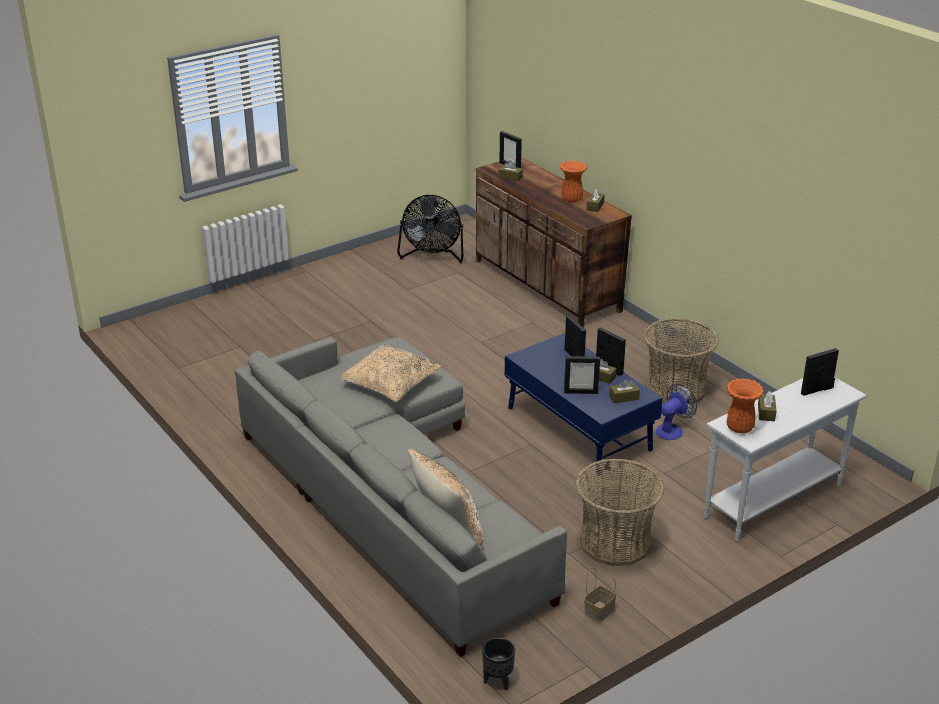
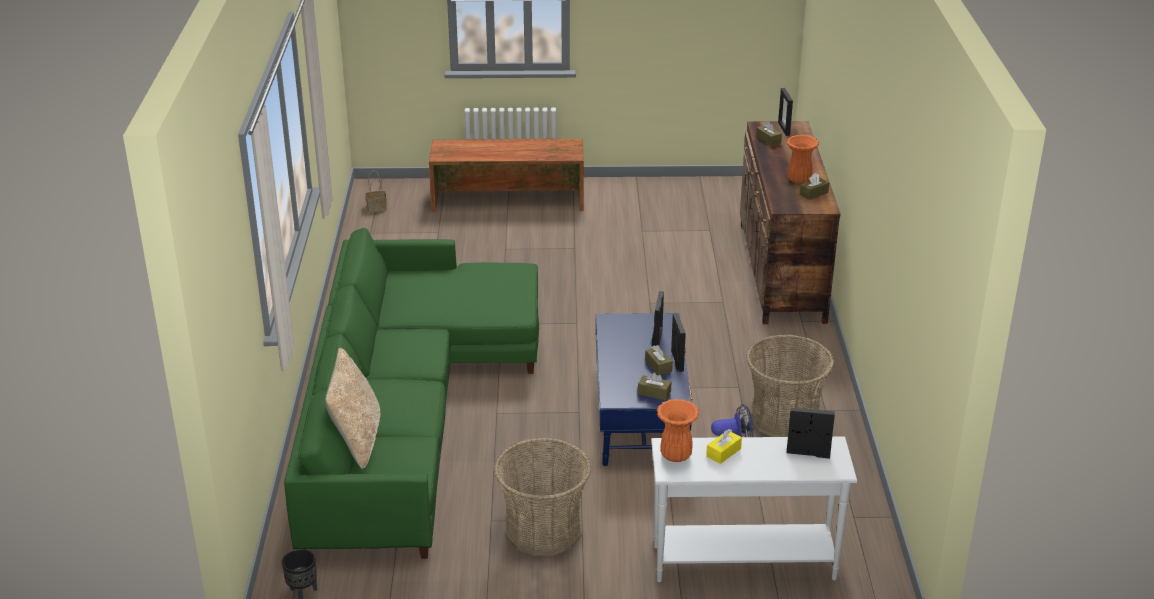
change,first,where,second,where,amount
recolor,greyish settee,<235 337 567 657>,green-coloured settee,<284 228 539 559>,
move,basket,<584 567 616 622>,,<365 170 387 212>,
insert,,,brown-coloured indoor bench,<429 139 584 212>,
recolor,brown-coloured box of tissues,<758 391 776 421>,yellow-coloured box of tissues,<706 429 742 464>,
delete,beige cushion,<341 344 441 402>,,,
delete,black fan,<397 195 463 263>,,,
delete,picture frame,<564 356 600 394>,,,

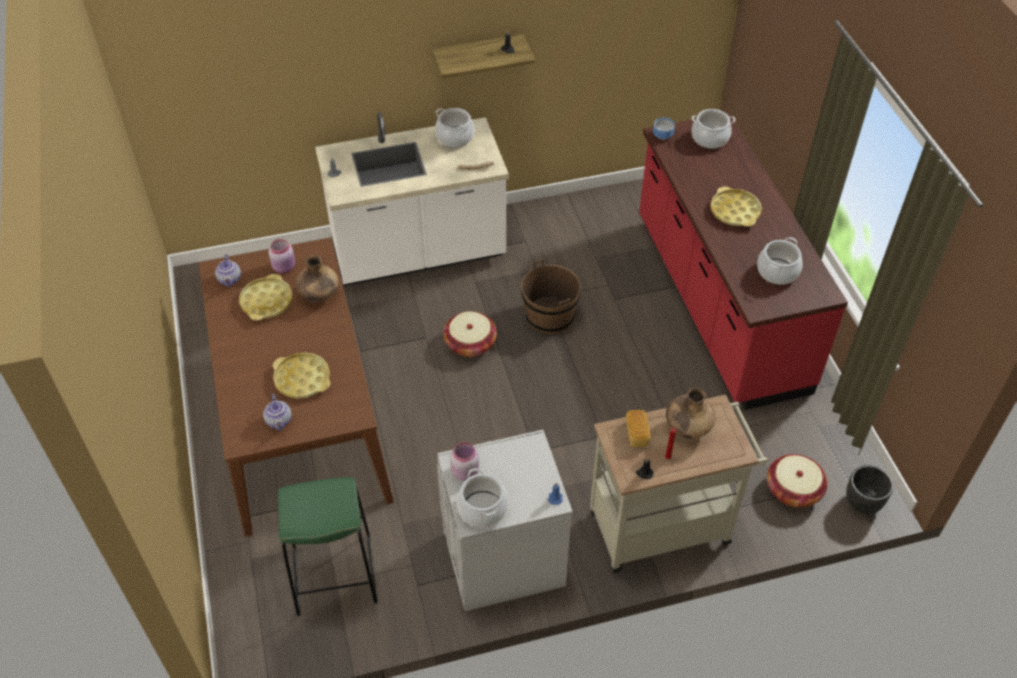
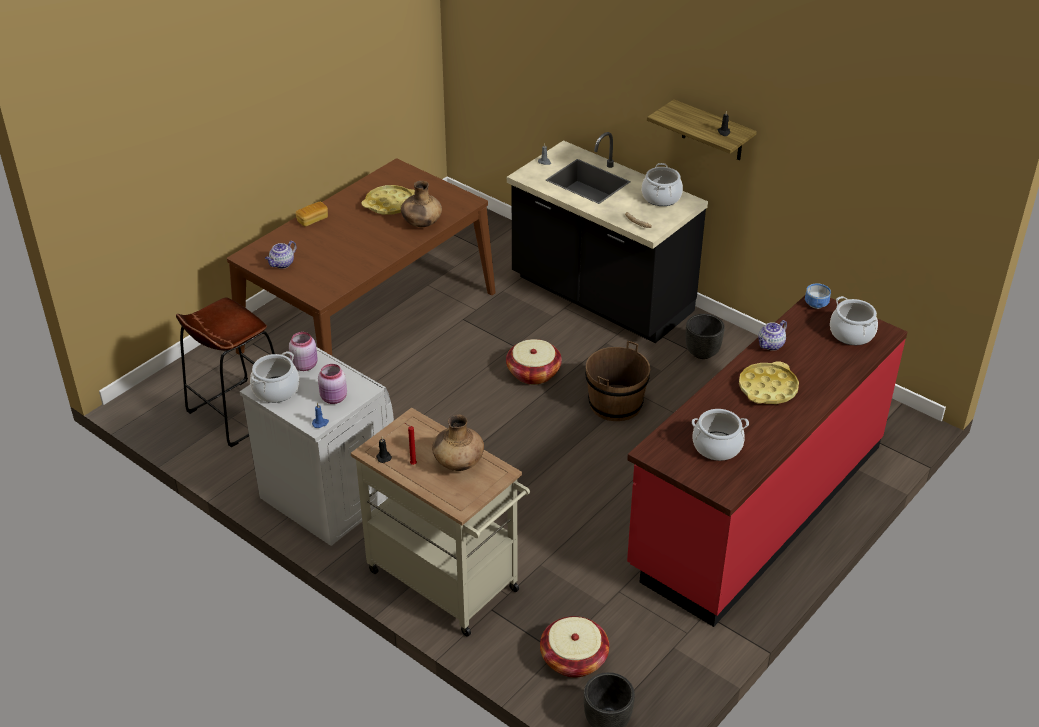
change,first,where,second,where,amount
recolor,green-coloured stool seat,<278 477 378 616>,brown-coloured stool seat,<176 297 275 447>,
move,bakery bread,<626 410 651 447>,,<296 202 328 226>,
move,pinkish preserve jar,<269 239 295 274>,,<318 364 347 404>,
recolor,white kitchen counter,<315 112 509 286>,black kitchen counter,<507 132 708 343>,
insert,,,black planter,<685 314 725 359>,
move,tea pot,<215 255 241 287>,,<758 320 787 351>,
delete,yellow-coloured tray,<273 352 331 399>,,,

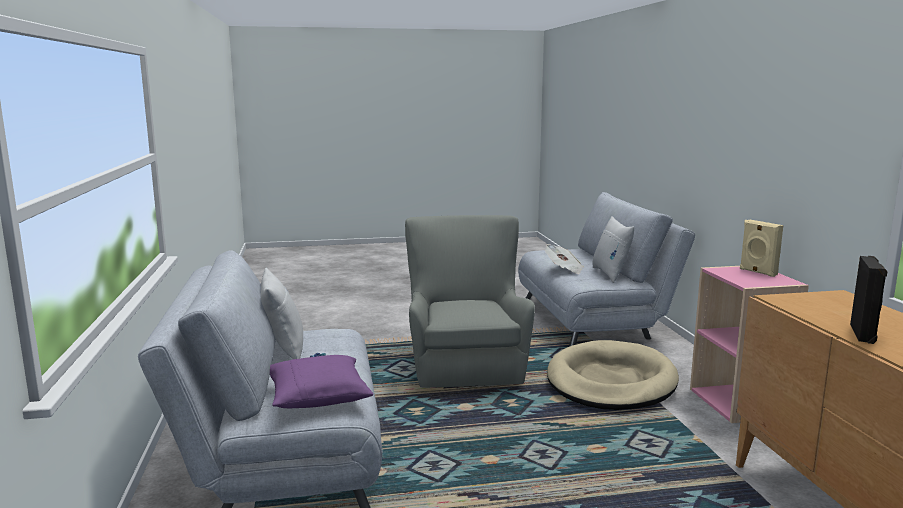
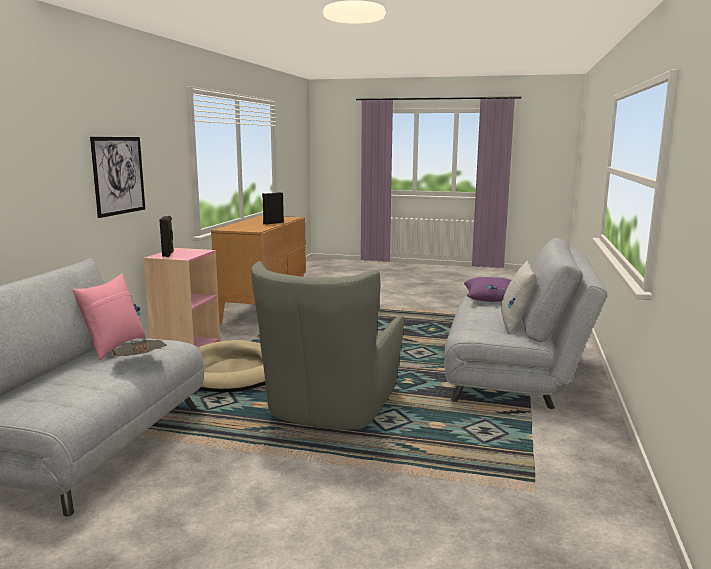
change,first,where,second,where,amount
recolor,greyish cushion,<593 216 634 283>,pinkish cushion,<72 274 146 360>,
insert,,,wall art,<90 137 145 218>,
recolor,beige speaker,<740 220 783 277>,black speaker,<160 216 174 257>,

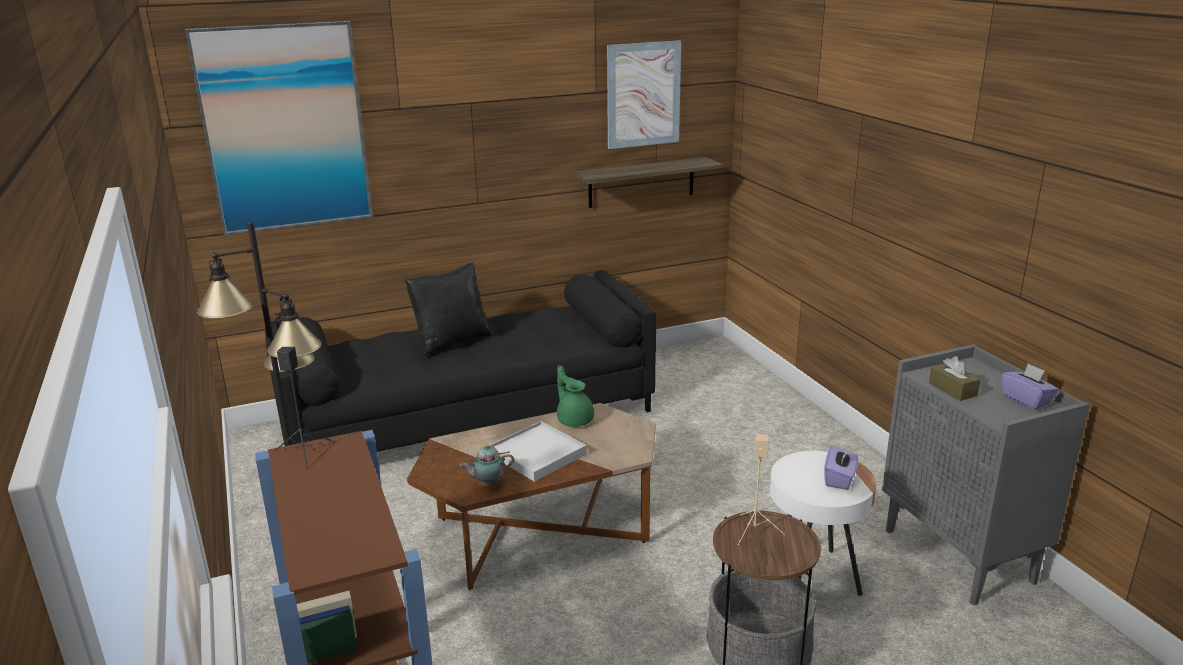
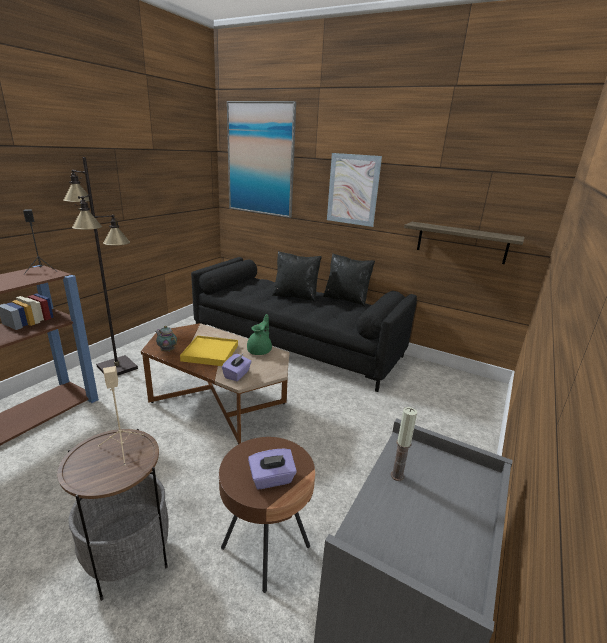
change,first,where,second,where,amount
recolor,white tray,<490 421 587 482>,yellow-coloured tray,<180 335 238 366>,
recolor,white end table,<770 451 876 596>,brown-coloured end table,<219 437 315 593>,
move,purple-coloured box of tissues,<1001 363 1058 410>,,<222 354 252 381>,
insert,,,black cushion,<323 254 375 306>,
move,wall art,<607 40 681 149>,,<327 153 382 227>,
replace,brown-coloured box of tissues,<929 356 980 401>,wax candle,<391 407 417 481>,

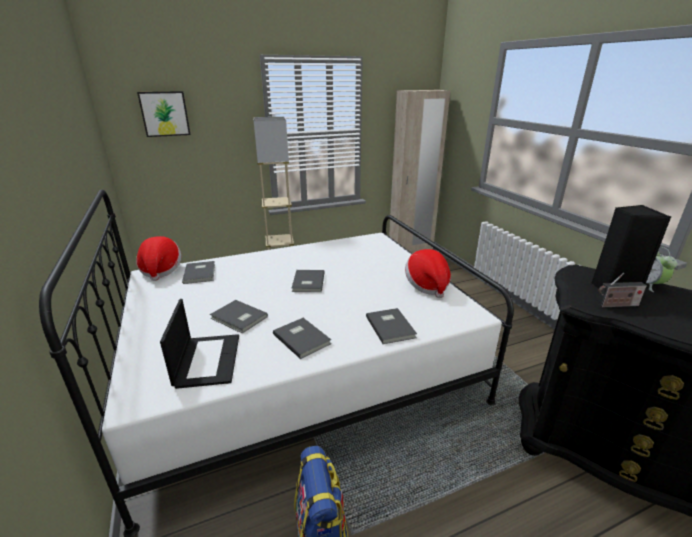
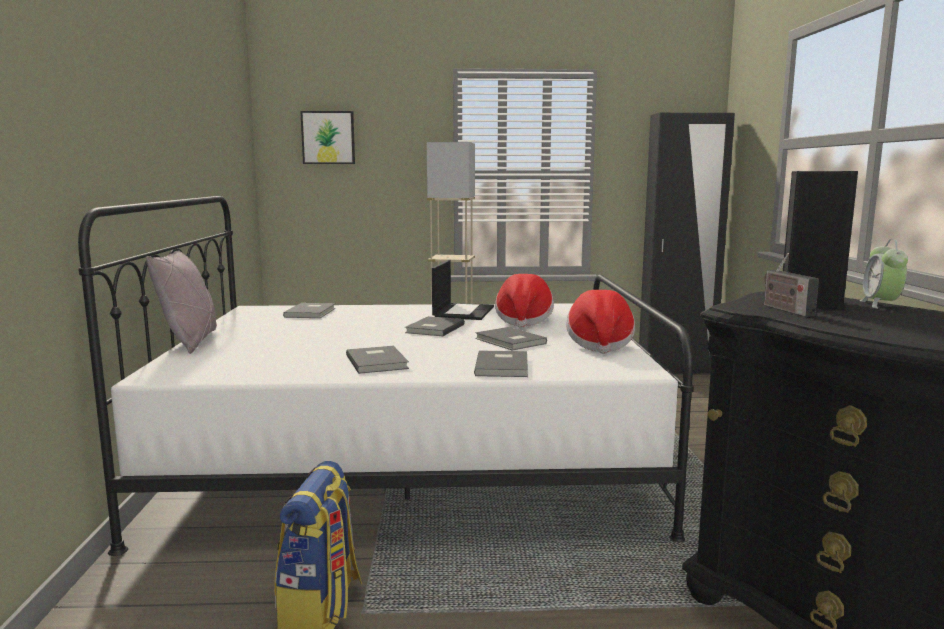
change,first,where,second,where,amount
insert,,,purple-coloured cushion,<146 248 217 354>,
move,portable computer,<160 299 239 389>,,<432 260 494 320>,
move,greyish book,<210 300 268 334>,,<475 327 547 351>,
move,hat,<136 236 181 281>,,<495 274 554 328>,
recolor,beige clothes cupboard,<389 90 450 254>,black clothes cupboard,<639 113 735 374>,
rotate,radio receiver,<597 273 647 308>,,<764 253 819 317>,60 degrees clockwise

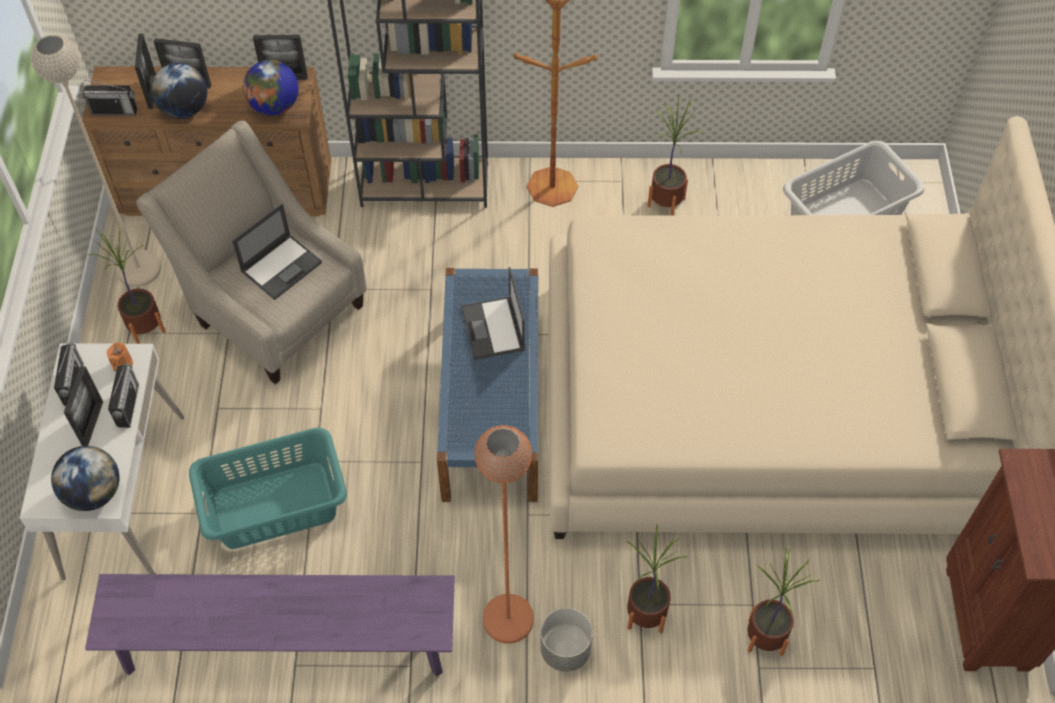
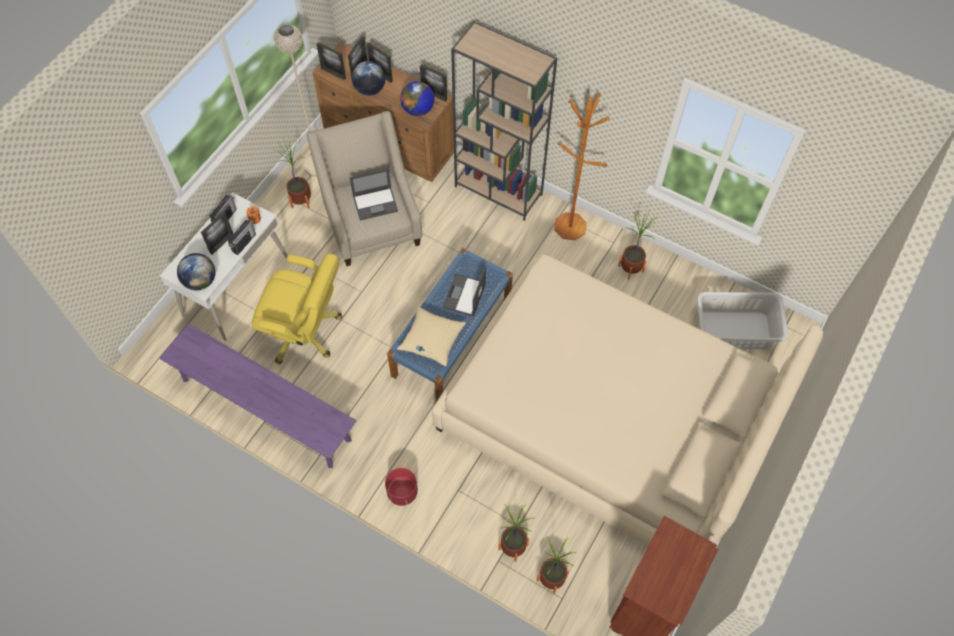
change,first,where,second,where,amount
replace,turquoise hamper,<189 428 347 549>,yellow-coloured office chair,<252 254 342 365>,
replace,radio receiver,<81 80 137 116>,picture frame,<317 42 346 80>,
recolor,greyish planter,<540 608 593 672>,red-coloured planter,<385 468 418 506>,
insert,,,beige cushion,<397 306 466 366>,
move,houseplant,<627 524 688 634>,,<537 537 576 594>,
delete,orangey standing lamp,<475 425 534 644>,,,

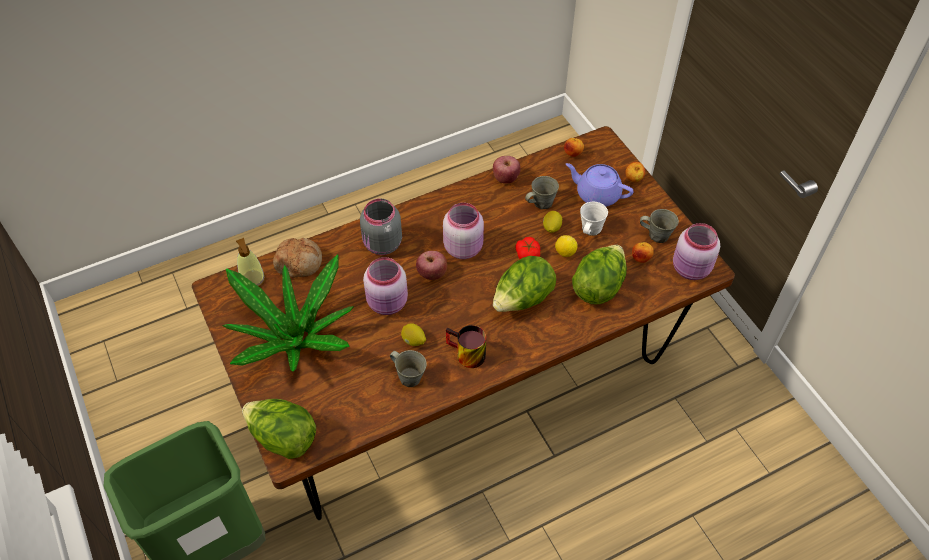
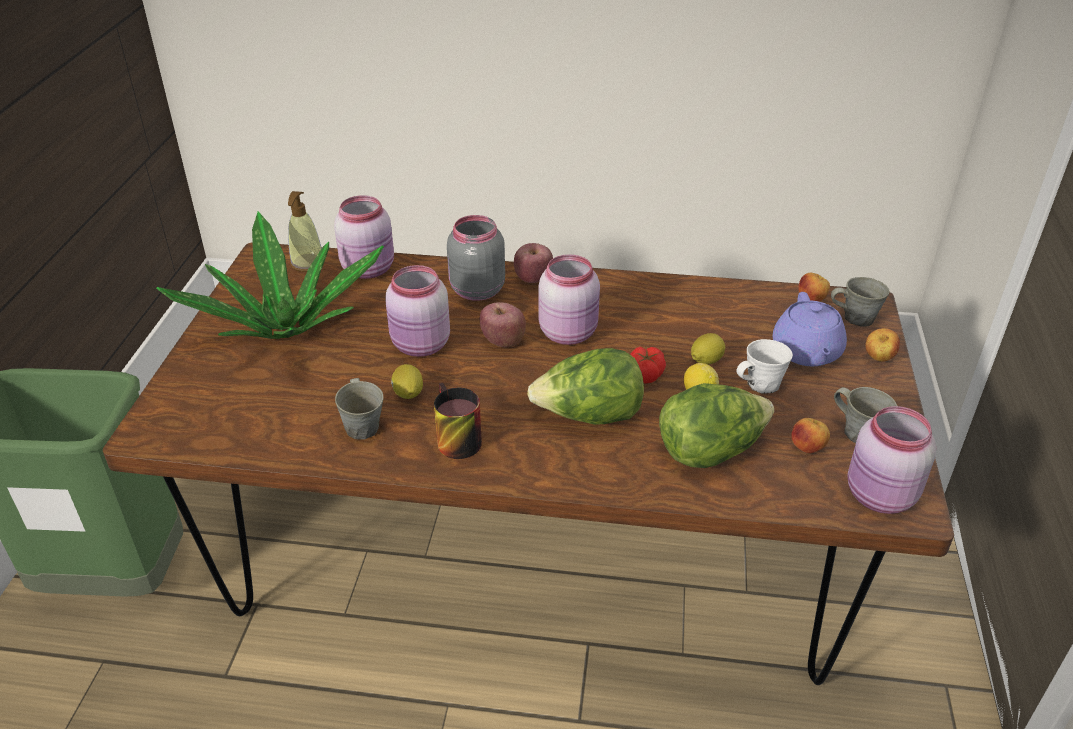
change,first,where,second,where,amount
replace,bakery bread,<273 238 322 278>,pinkish preserve jar,<334 195 394 279>,
move,apple,<493 156 521 184>,,<514 243 553 283>,
rotate,purple-coloured tea pot,<566 163 633 207>,,<773 292 847 366>,150 degrees counterclockwise
move,greyish tea mug,<525 176 559 209>,,<831 277 890 327>,
delete,head of lettuce,<242 399 316 459>,,,

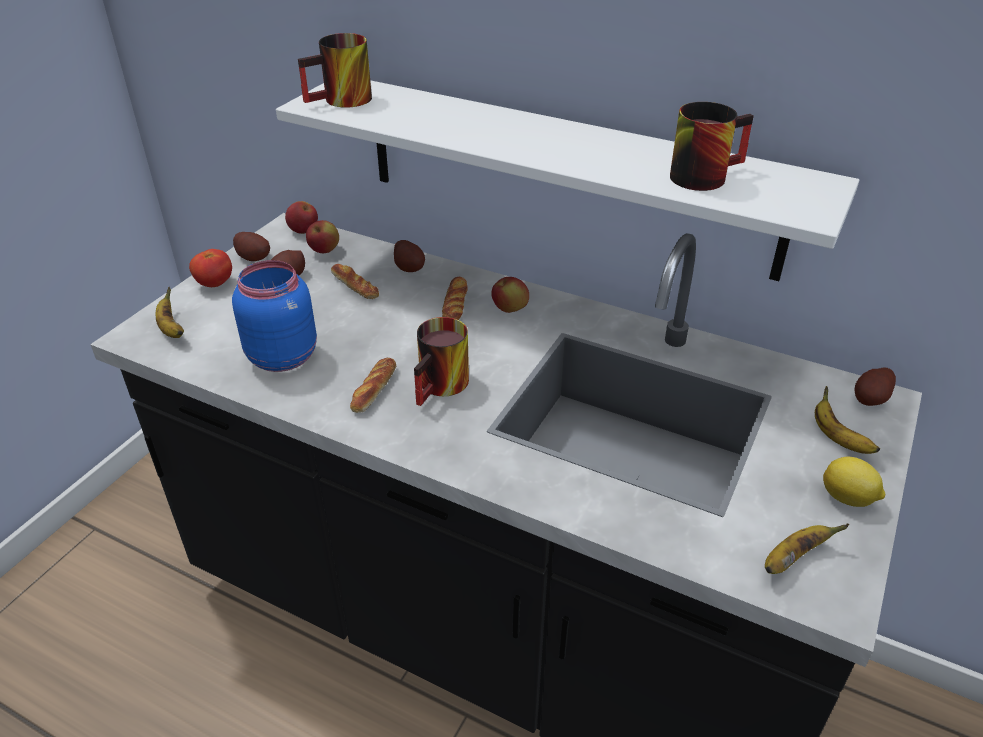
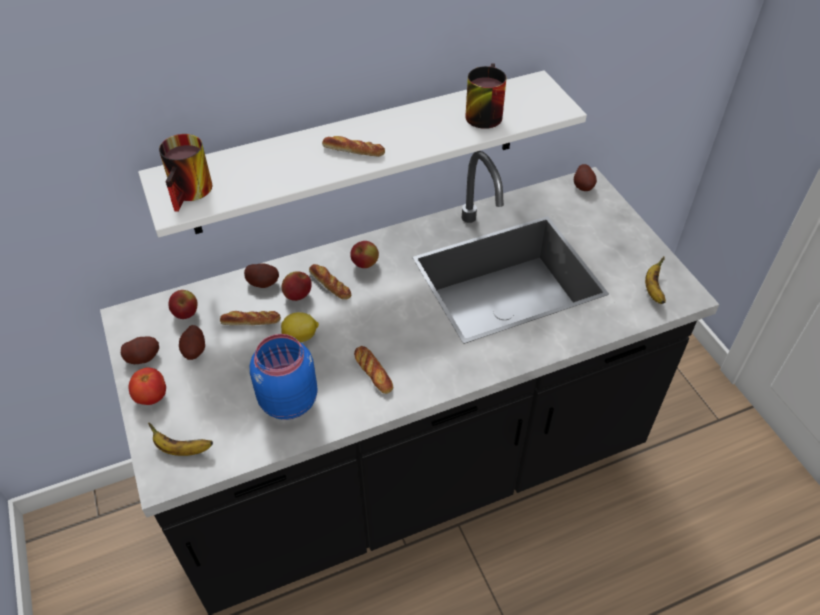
change,first,where,second,where,amount
move,lemon,<823 457 885 507>,,<281 312 319 342>,
move,apple,<285 201 318 234>,,<282 271 312 301>,
insert,,,bakery bread,<322 136 385 157>,
delete,tea mug,<414 317 469 406>,,,
delete,banana fruit,<815 386 880 454>,,,

